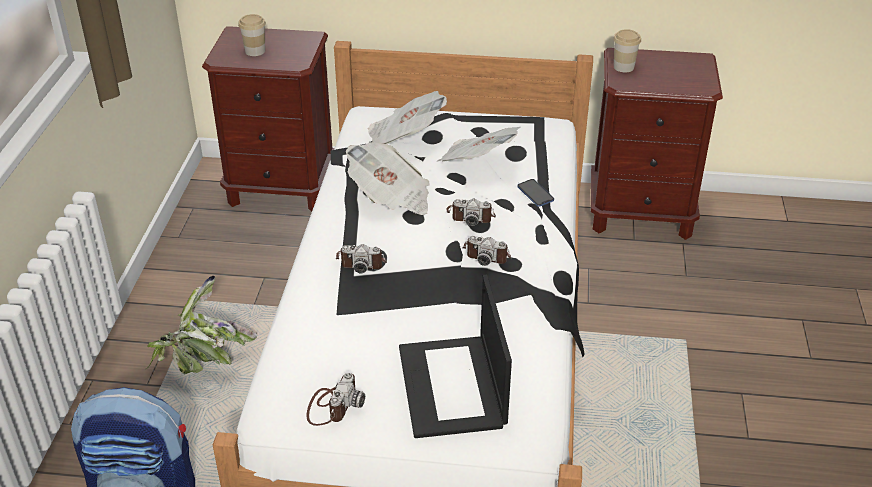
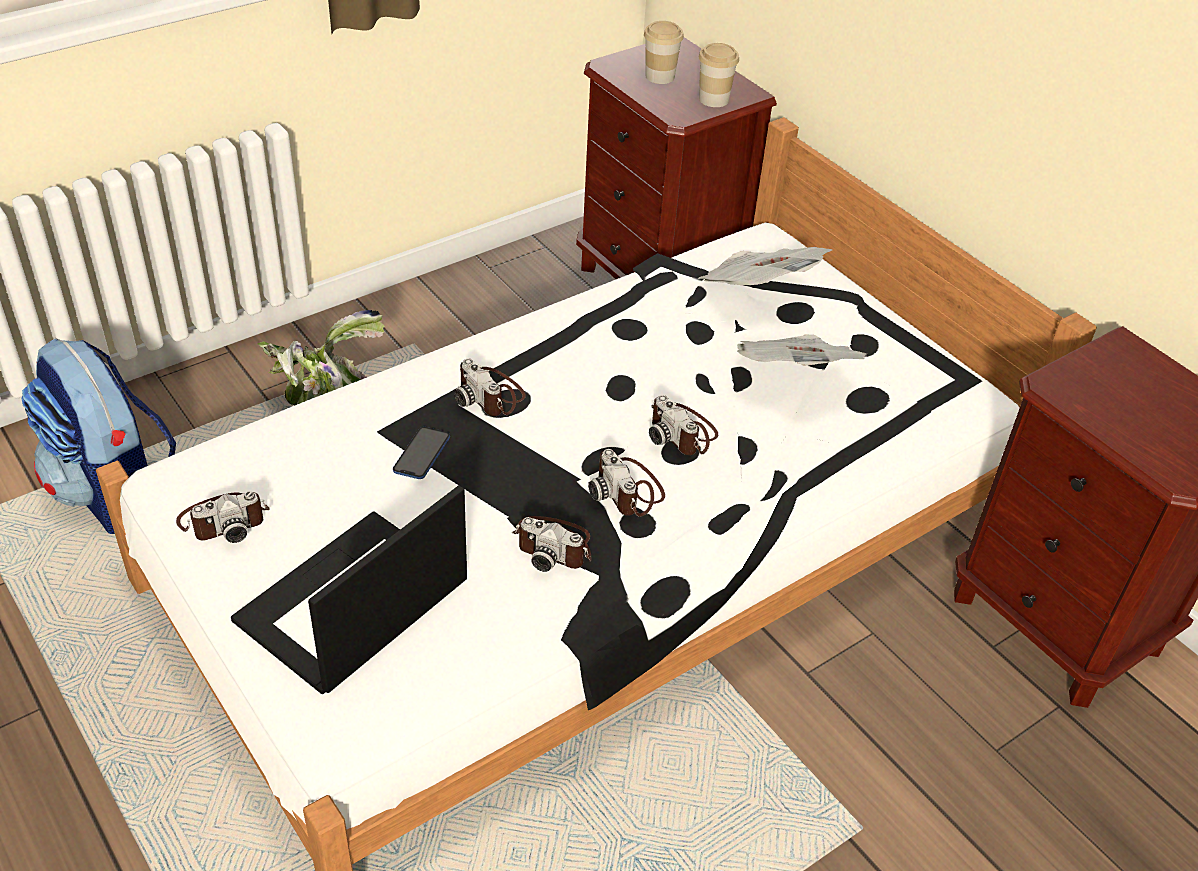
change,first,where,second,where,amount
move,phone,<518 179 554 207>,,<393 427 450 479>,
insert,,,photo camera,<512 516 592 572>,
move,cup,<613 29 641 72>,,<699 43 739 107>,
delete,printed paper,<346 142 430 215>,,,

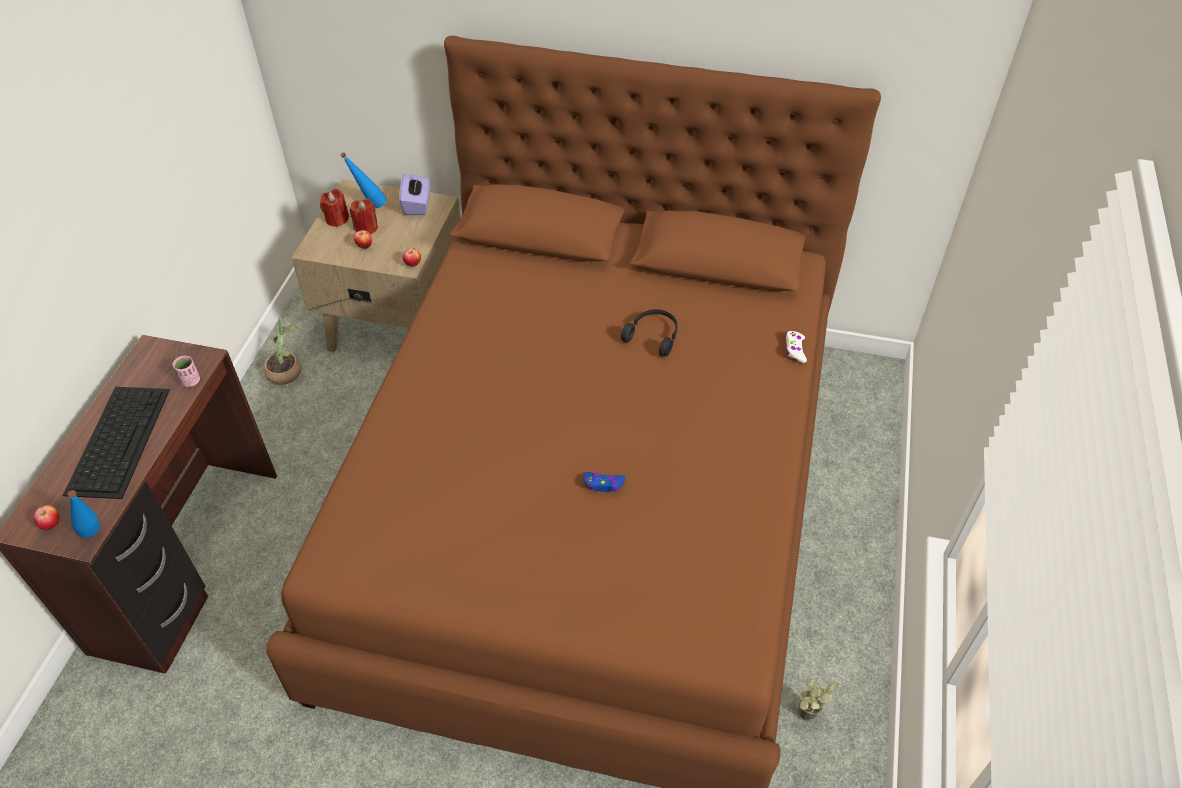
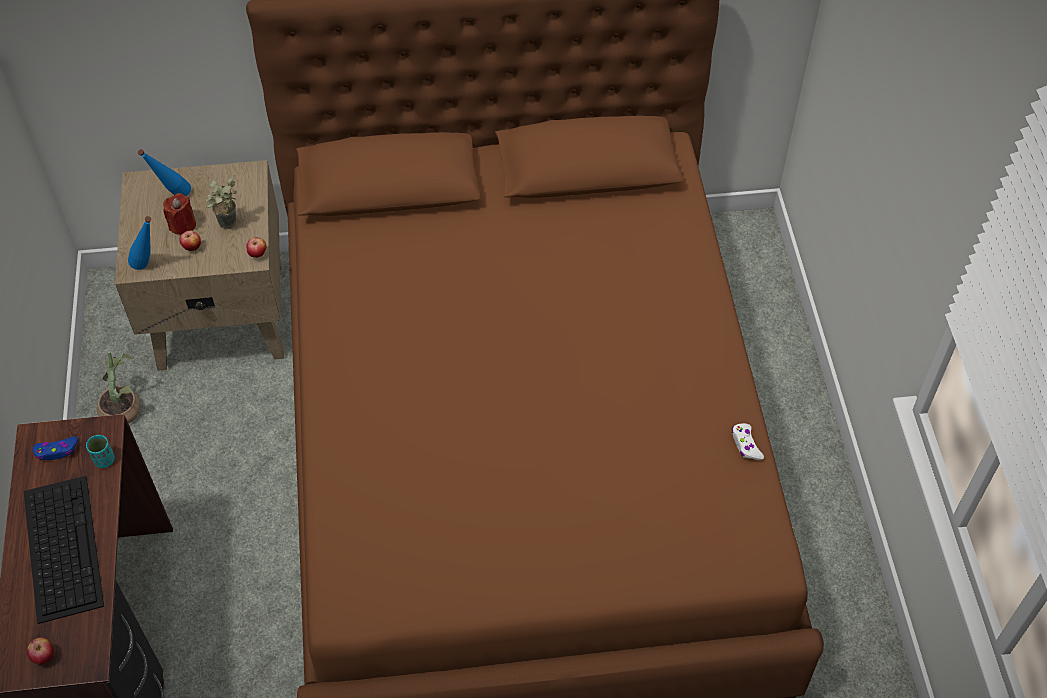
change,first,where,second,where,amount
move,blue-coloured game controller,<584 472 625 492>,,<33 437 78 461>,
recolor,pinkish cup,<173 356 200 387>,turquoise cup,<86 435 115 468>,
move,blue-coloured drink bottle,<68 490 100 538>,,<128 216 151 270>,
move,houseplant,<798 678 839 721>,,<206 175 237 229>,
move,white game controller,<786 331 807 363>,,<732 423 764 460>,
delete,red-coloured wax candle,<320 189 349 227>,,,
delete,purple-coloured box of tissues,<399 174 430 215>,,,
delete,black headset,<621 309 678 357>,,,

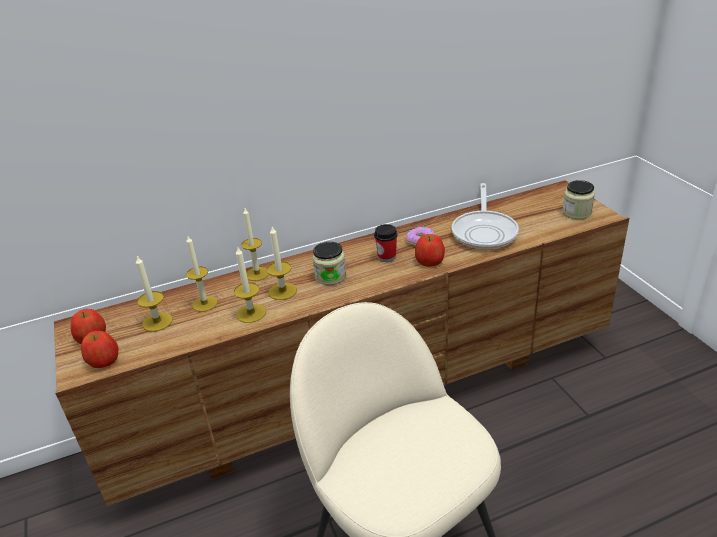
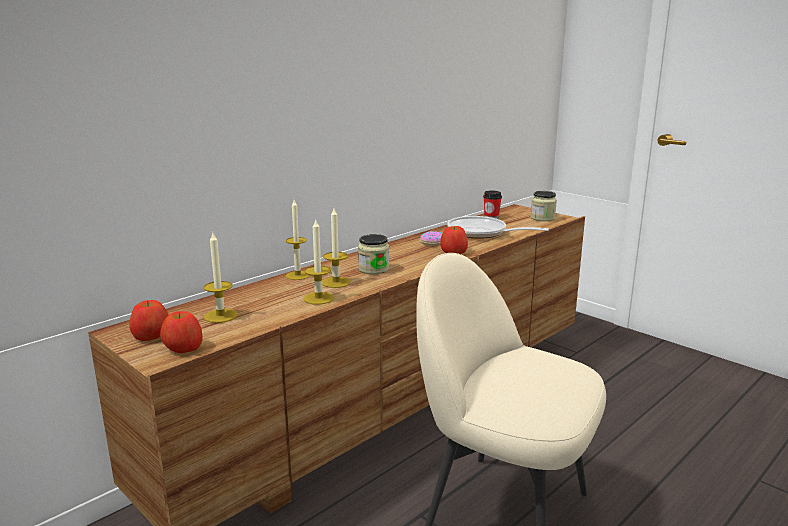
change,first,where,second,where,amount
rotate,pan,<452 183 519 249>,,<447 216 549 239>,135 degrees clockwise
move,cup,<374 224 398 262>,,<483 190 502 219>,
delete,wax candle,<186 236 217 312>,,,

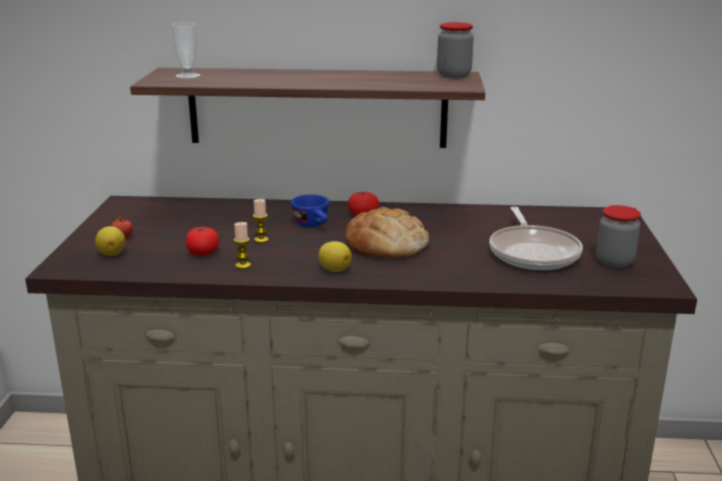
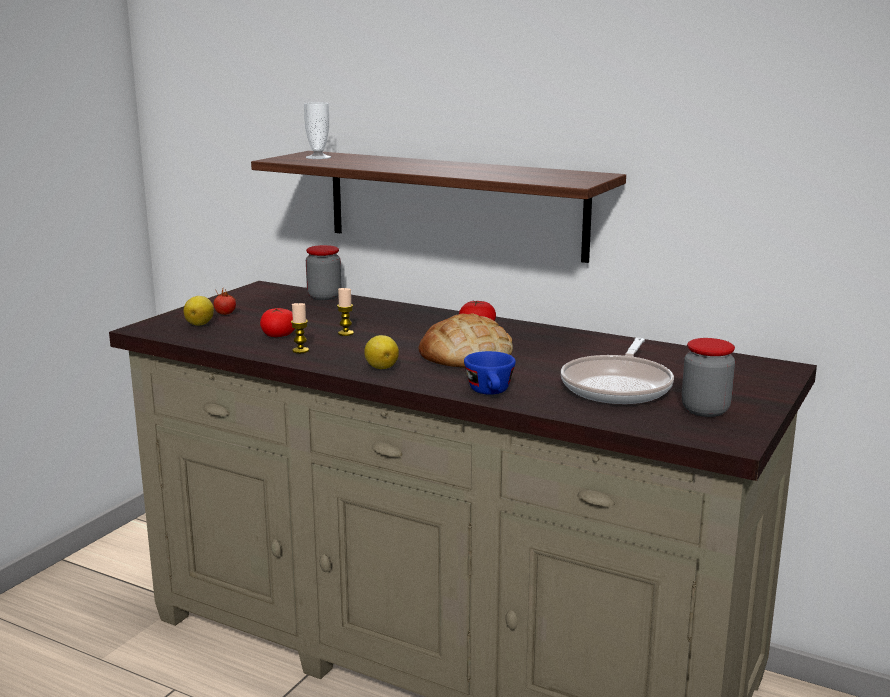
change,first,where,second,where,amount
move,preserve jar,<437 22 474 78>,,<306 245 341 300>,
move,blue-coloured cup,<291 194 329 227>,,<464 351 516 395>,

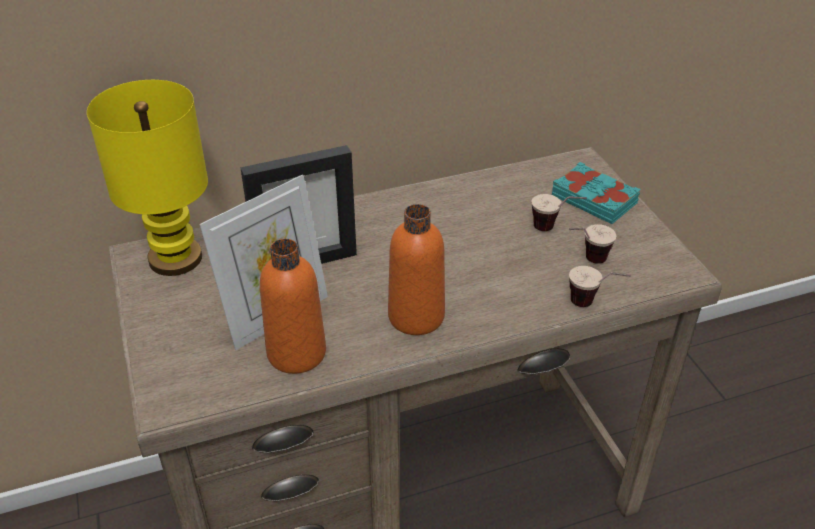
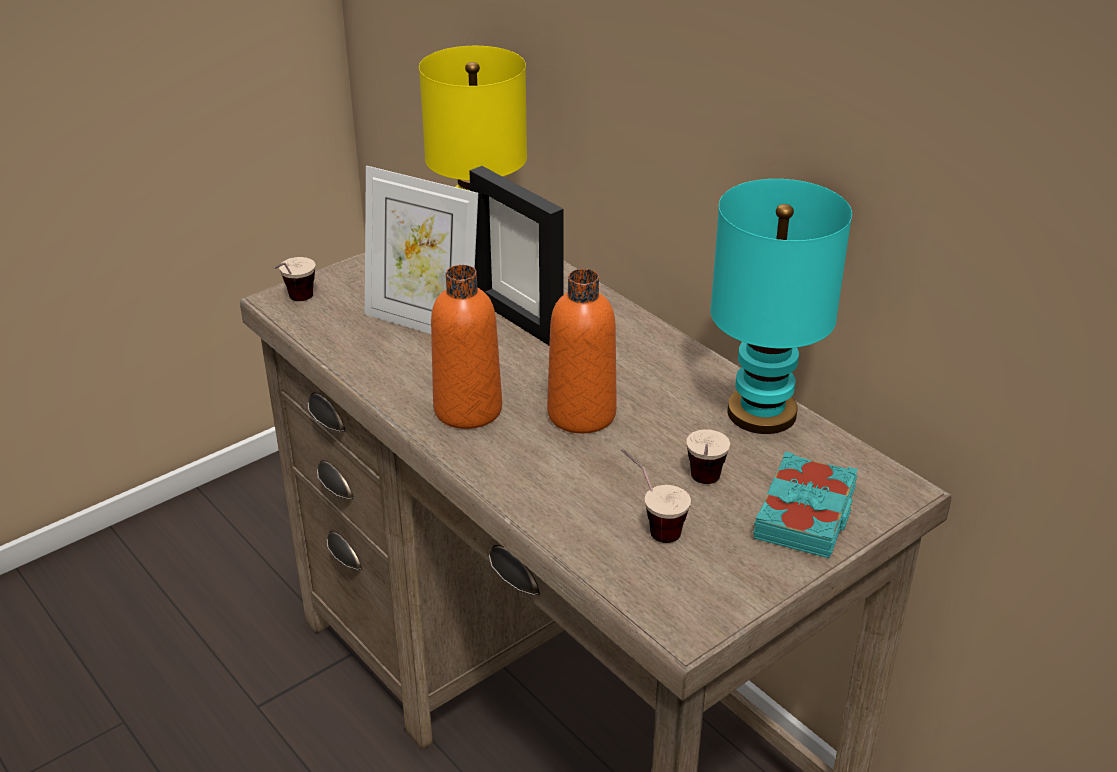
change,first,where,second,where,amount
move,cup,<569 266 631 307>,,<273 257 315 301>,
move,orangey drink bottle,<260 239 326 374>,,<547 269 617 433>,
insert,,,turquoise tabletop lamp,<710 179 852 434>,

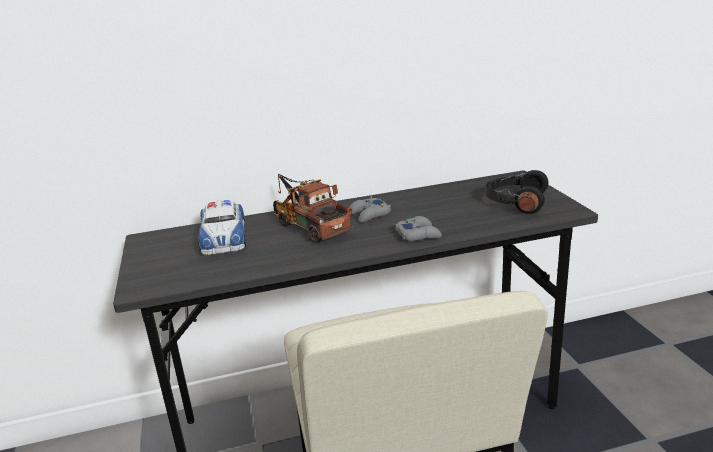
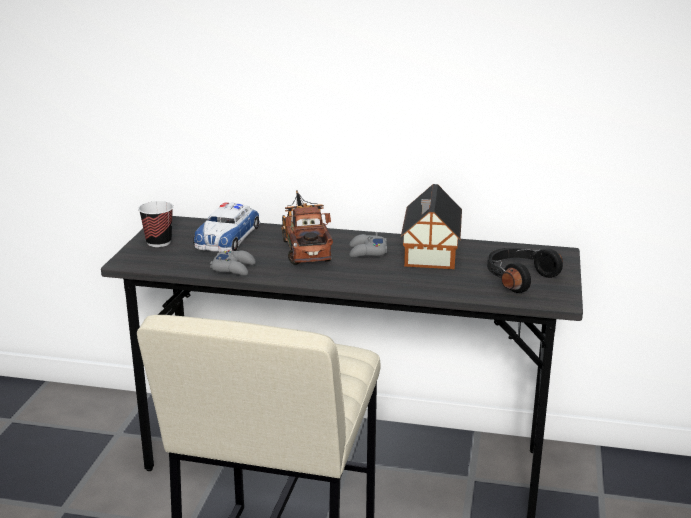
change,first,where,second,where,amount
insert,,,cup,<138 201 173 247>,
move,greyish game controller,<395 216 442 241>,,<210 250 256 276>,
insert,,,miniature house,<401 184 462 269>,

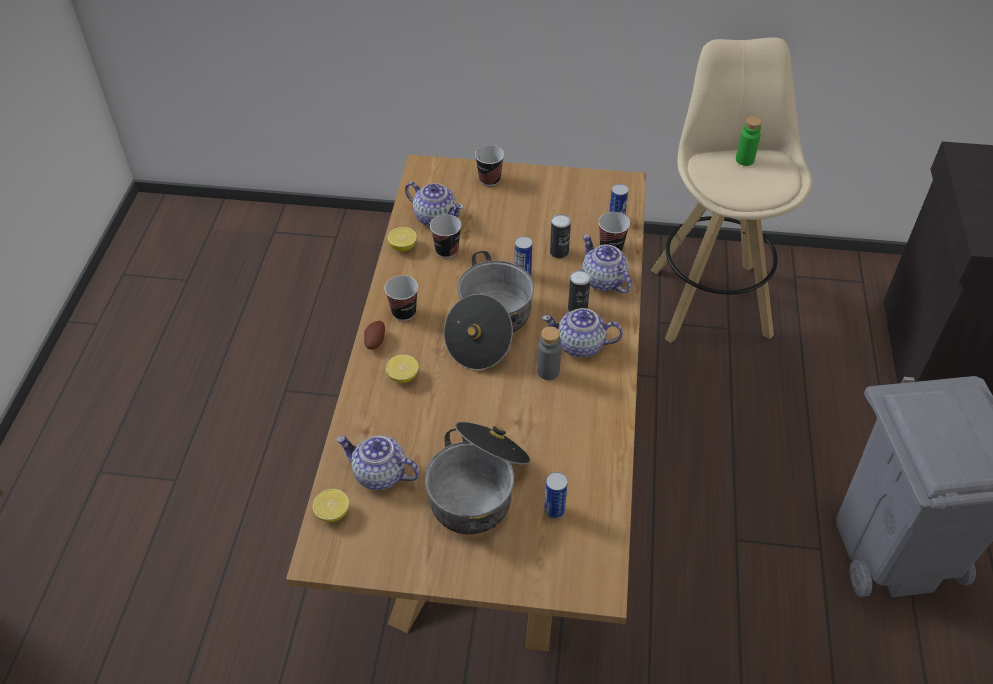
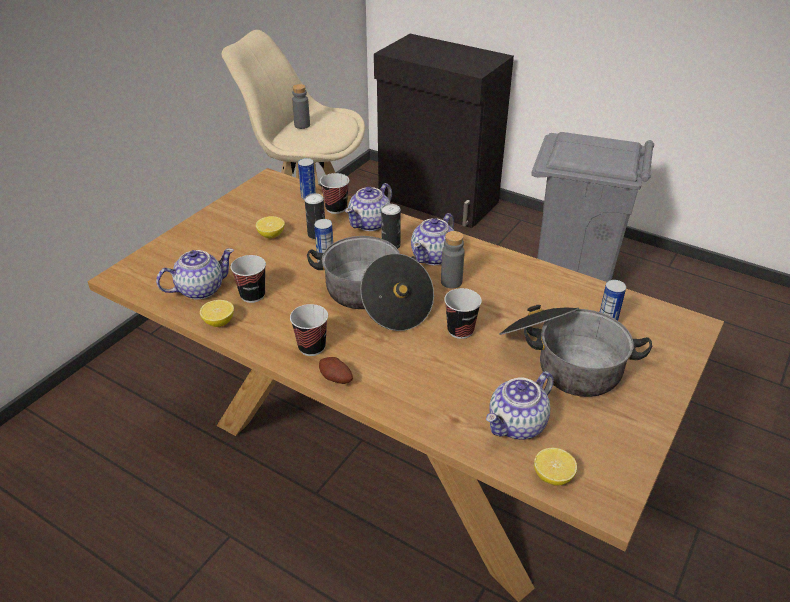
change,first,where,second,where,amount
move,lemon,<386 355 419 383>,,<256 216 285 238>,
recolor,green-coloured drink bottle,<736 116 762 166>,greyish drink bottle,<292 84 310 129>,
rotate,tea pot,<582 234 632 293>,,<345 183 392 231>,45 degrees counterclockwise
move,cup,<475 145 504 186>,,<444 288 482 339>,

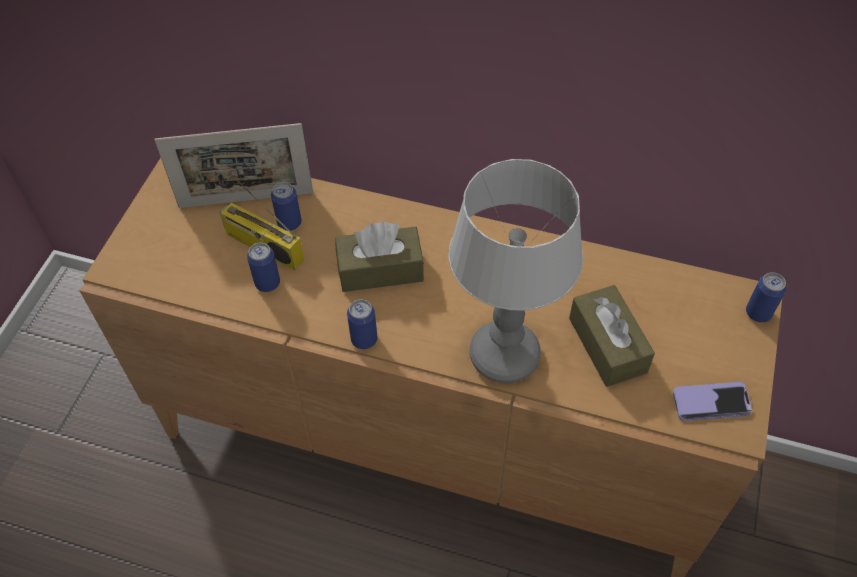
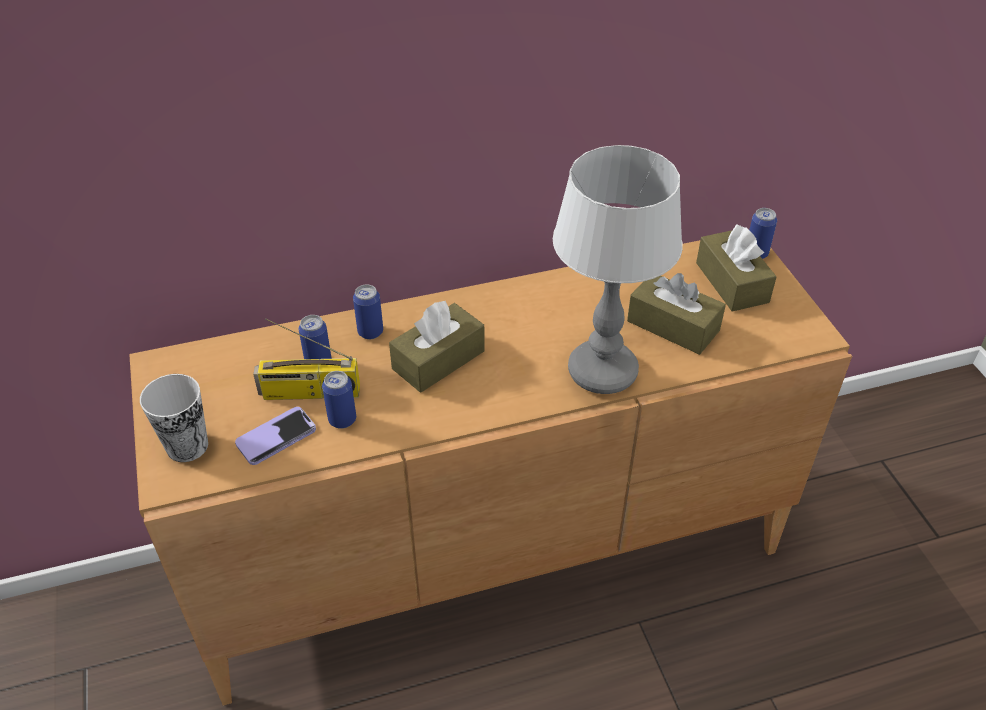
change,first,where,second,where,amount
insert,,,cup,<140 374 208 462>,
move,phone,<673 382 752 421>,,<235 407 316 465>,
move,sealed can,<347 299 377 349>,,<353 284 383 339>,
insert,,,brown-coloured box of tissues,<696 224 777 312>,
delete,picture frame,<155 123 313 208>,,,

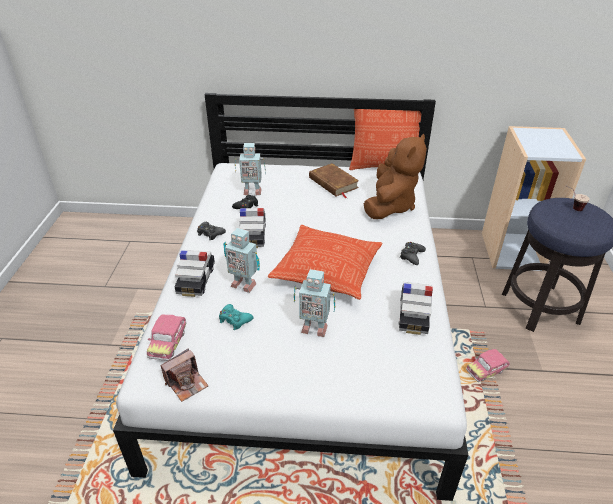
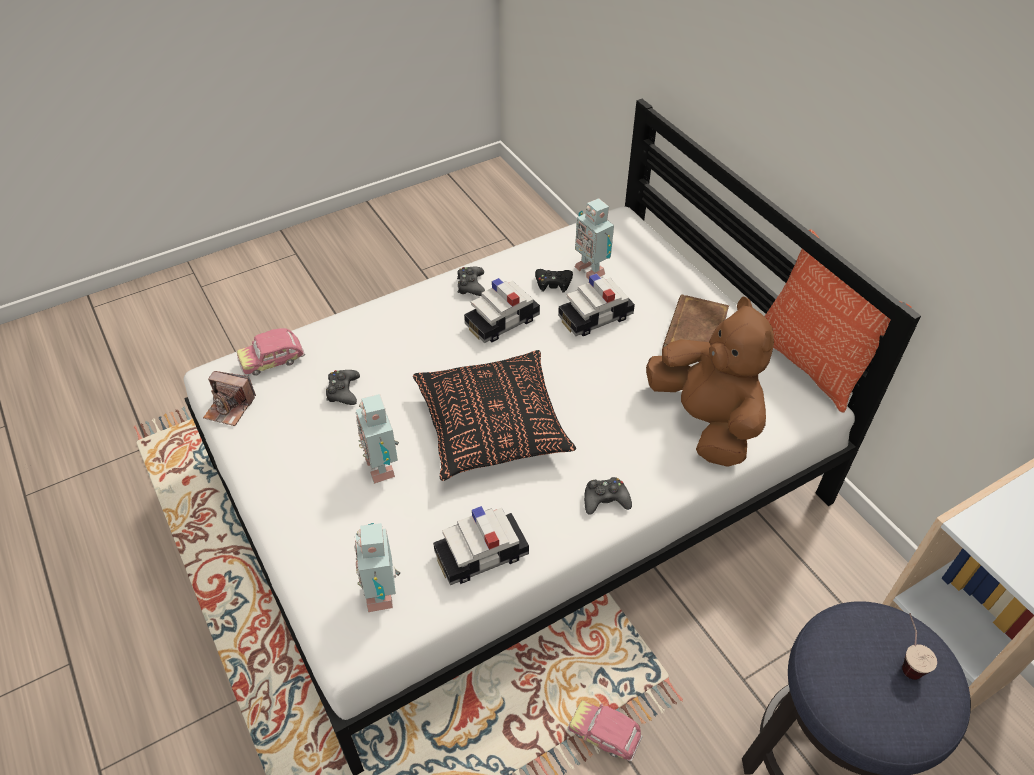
change,first,where,second,where,amount
recolor,turquoise game controller,<219 304 253 330>,black game controller,<326 370 360 405>,
move,toy robot,<223 228 260 293>,,<354 523 400 612>,
recolor,orangey cushion,<268 225 383 300>,black cushion,<413 350 576 481>,
move,model car,<174 250 215 297>,,<558 273 635 336>,
rotate,brown-coloured plush toy,<364 134 427 219>,,<646 296 774 467>,105 degrees counterclockwise

